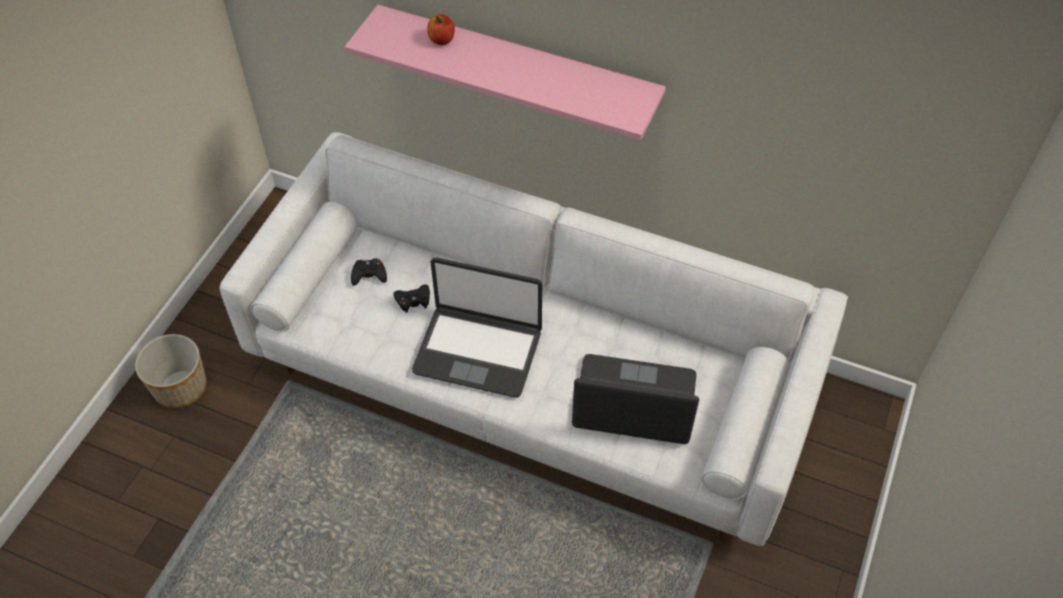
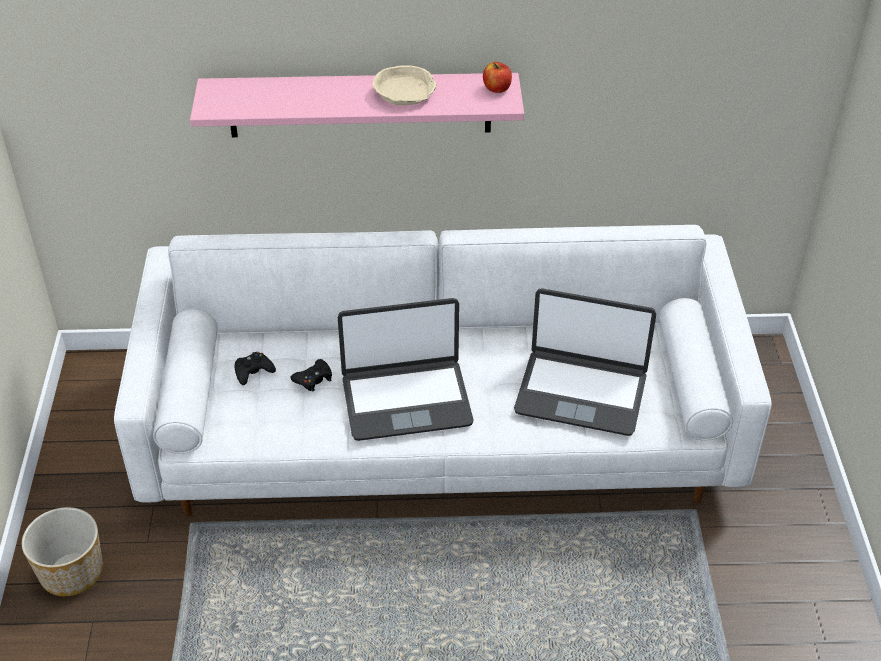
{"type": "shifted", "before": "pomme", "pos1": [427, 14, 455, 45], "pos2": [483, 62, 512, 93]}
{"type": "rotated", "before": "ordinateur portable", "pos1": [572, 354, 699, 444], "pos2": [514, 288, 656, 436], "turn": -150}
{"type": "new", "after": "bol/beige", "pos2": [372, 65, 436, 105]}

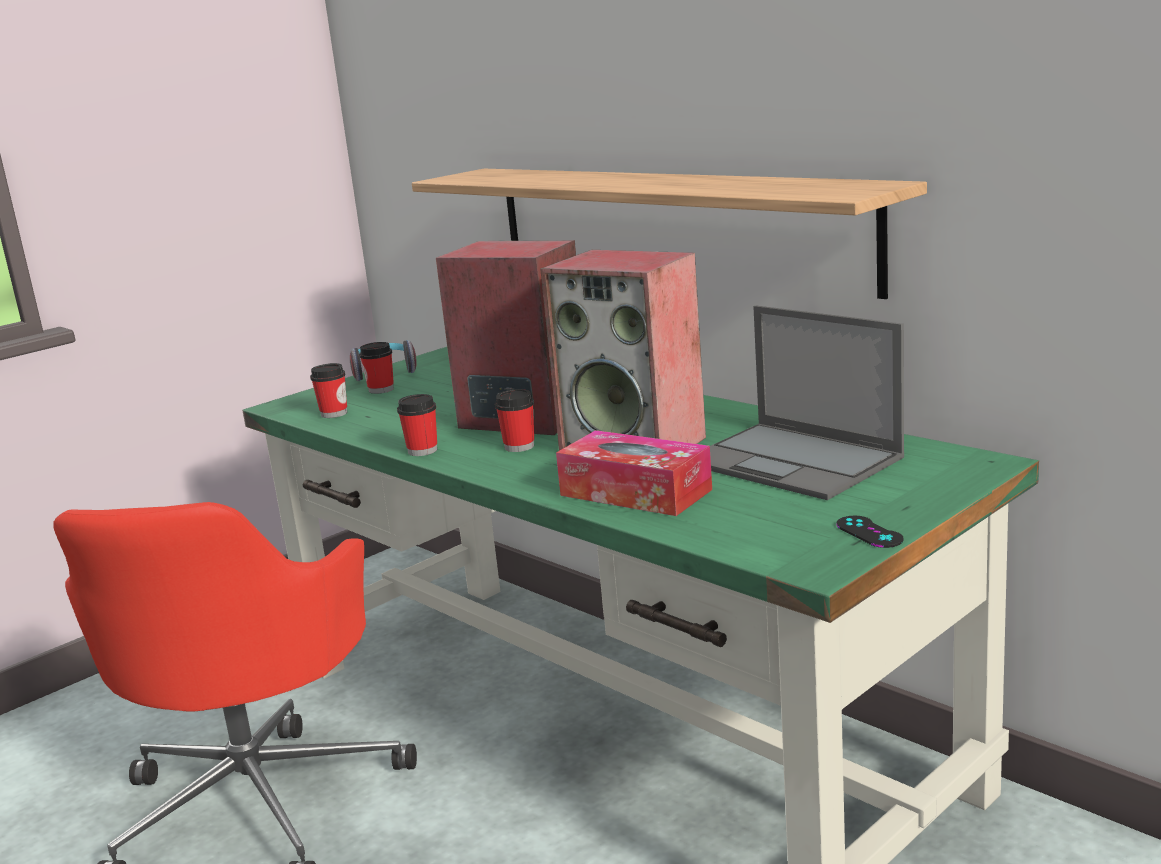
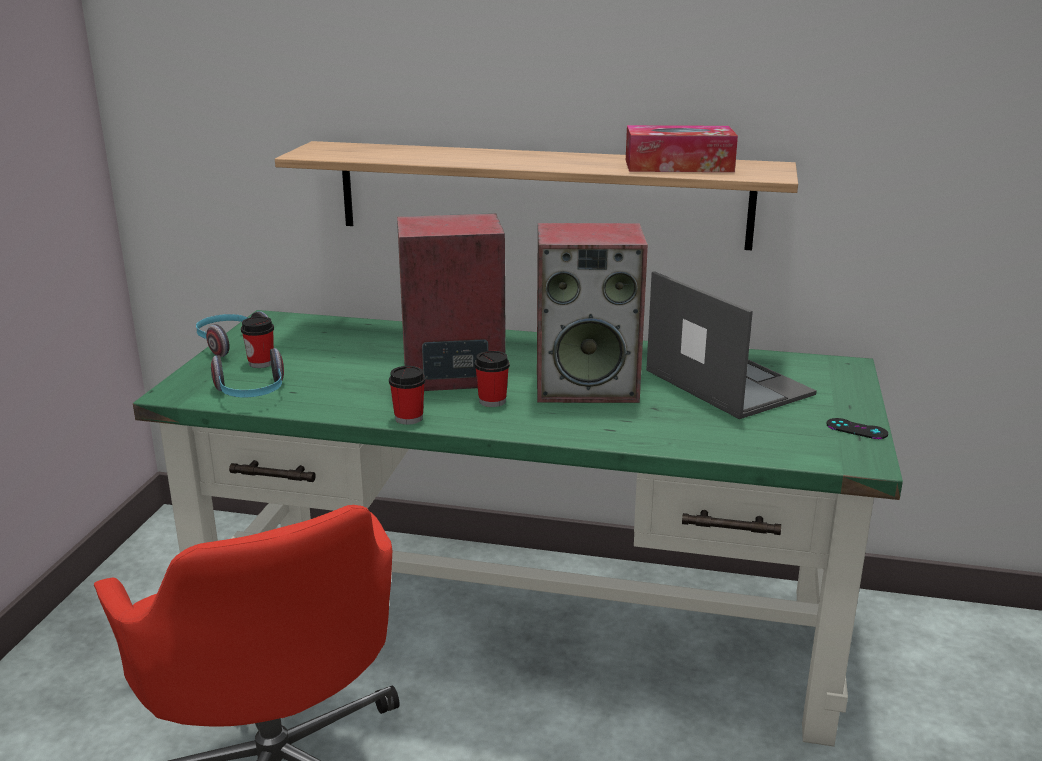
{"type": "rotated", "before": "ordinateur portable", "pos1": [710, 306, 904, 500], "pos2": [646, 271, 817, 419], "turn": -135}
{"type": "swapped", "before": "tasse", "after": "casque audio", "pos1": [310, 363, 347, 418], "pos2": [211, 348, 284, 397]}
{"type": "shifted", "before": "boîte à mouchoirs", "pos1": [556, 430, 712, 516], "pos2": [626, 125, 738, 172]}

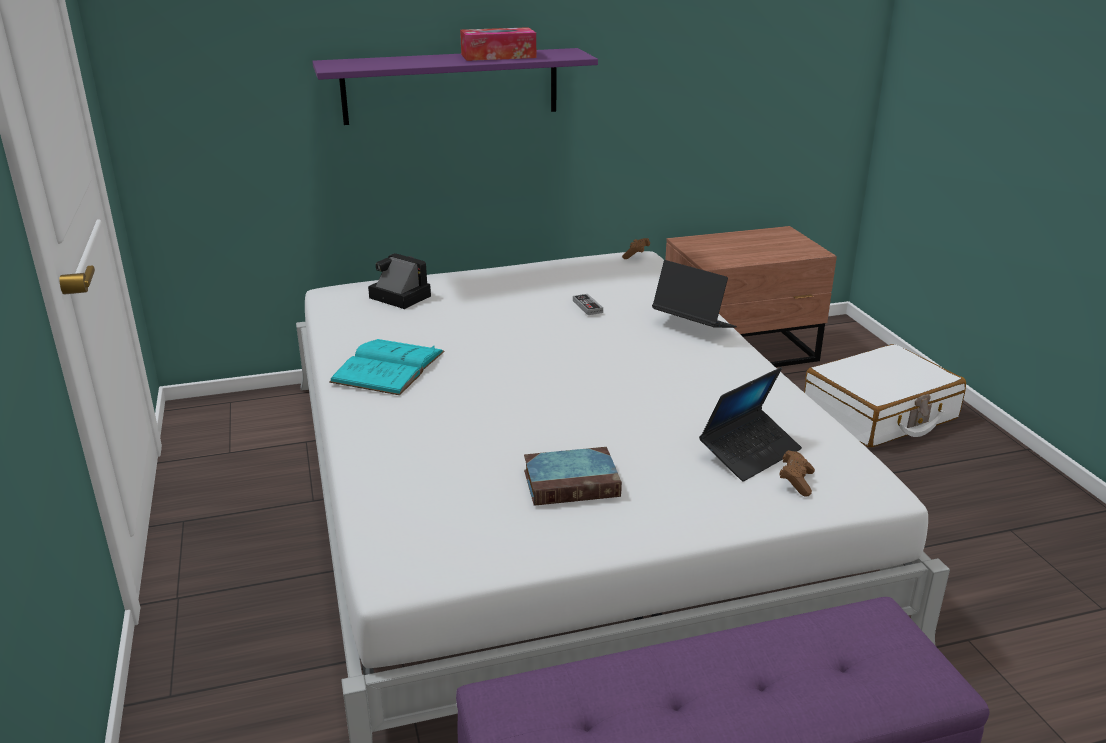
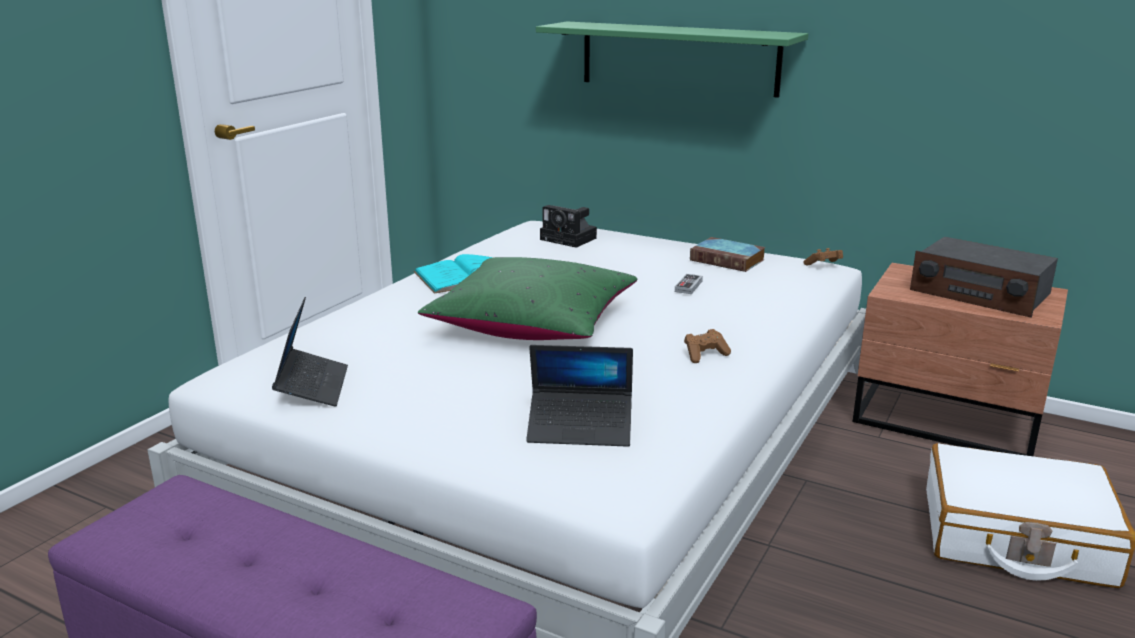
{"type": "gone", "before": "boîte à mouchoirs", "pos1": [460, 27, 536, 61]}
{"type": "repainted", "before": "étagère/violet", "after": "étagère/vert", "pos1": [312, 48, 598, 125], "pos2": [536, 22, 808, 98]}
{"type": "rotated", "before": "appareil photo", "pos1": [368, 253, 431, 309], "pos2": [540, 205, 597, 248], "turn": 135}
{"type": "shifted", "before": "ordinateur portable", "pos1": [652, 260, 737, 328], "pos2": [272, 297, 348, 407]}
{"type": "shifted", "before": "livre", "pos1": [524, 447, 622, 506], "pos2": [690, 237, 766, 272]}
{"type": "shifted", "before": "manette/marron", "pos1": [779, 450, 815, 497], "pos2": [684, 329, 731, 363]}
{"type": "new", "after": "radio", "pos2": [910, 237, 1058, 318]}
{"type": "new", "after": "coussin/vert", "pos2": [418, 257, 637, 340]}

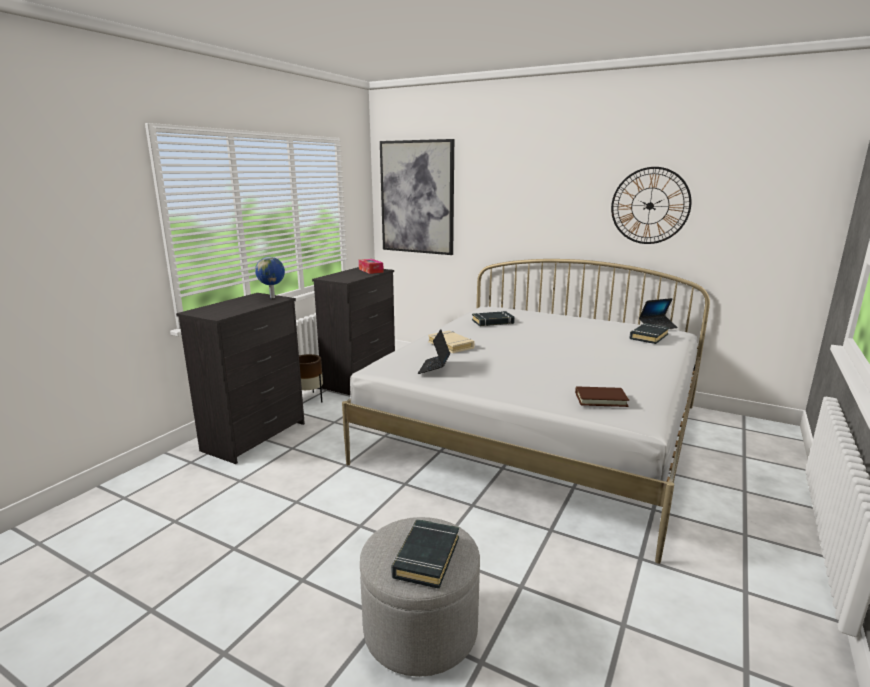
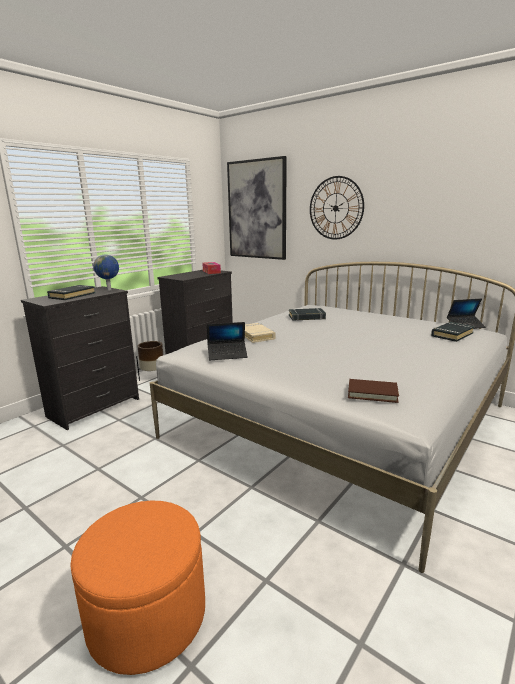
{"type": "shifted", "before": "horloge murale", "pos1": [611, 167, 692, 244], "pos2": [310, 176, 364, 240]}
{"type": "rotated", "before": "ordinateur portable", "pos1": [418, 329, 450, 374], "pos2": [207, 322, 248, 360], "turn": -120}
{"type": "repainted", "before": "pouf/gris", "after": "pouf/orange", "pos1": [360, 517, 480, 677], "pos2": [70, 500, 205, 675]}
{"type": "shifted", "before": "livre/noir", "pos1": [391, 519, 459, 589], "pos2": [47, 285, 96, 300]}

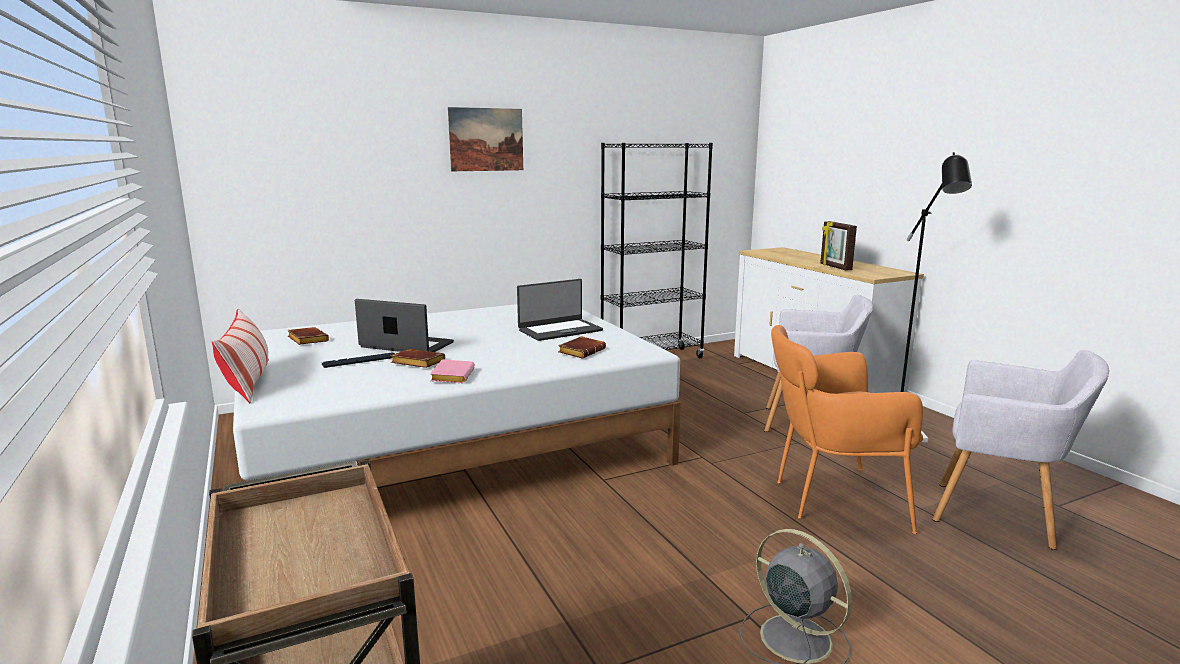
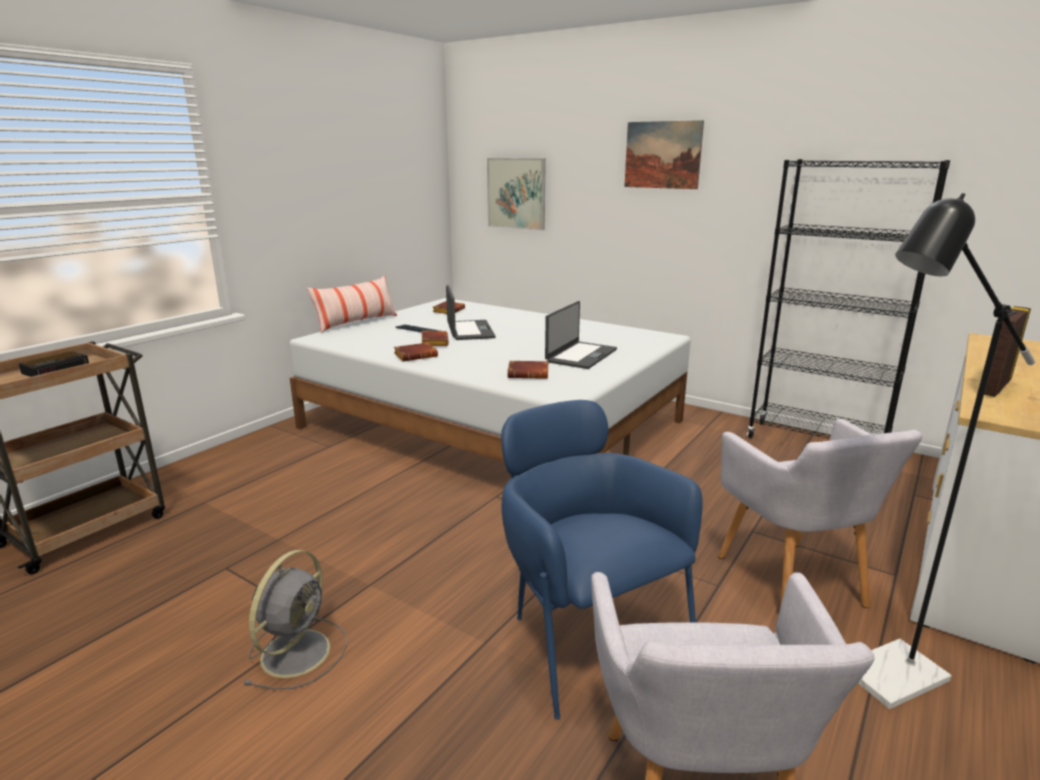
{"type": "rotated", "before": "ordinateur portable", "pos1": [517, 279, 603, 341], "pos2": [545, 301, 617, 369], "turn": -90}
{"type": "repainted", "before": "fauteuil/orange", "after": "fauteuil/bleu", "pos1": [771, 325, 923, 534], "pos2": [501, 400, 703, 719]}
{"type": "repainted", "before": "livre/rose", "after": "livre/marron", "pos1": [430, 360, 475, 383], "pos2": [394, 342, 438, 361]}
{"type": "new", "after": "tableau", "pos2": [487, 158, 546, 230]}
{"type": "new", "after": "réveil", "pos2": [19, 351, 89, 377]}

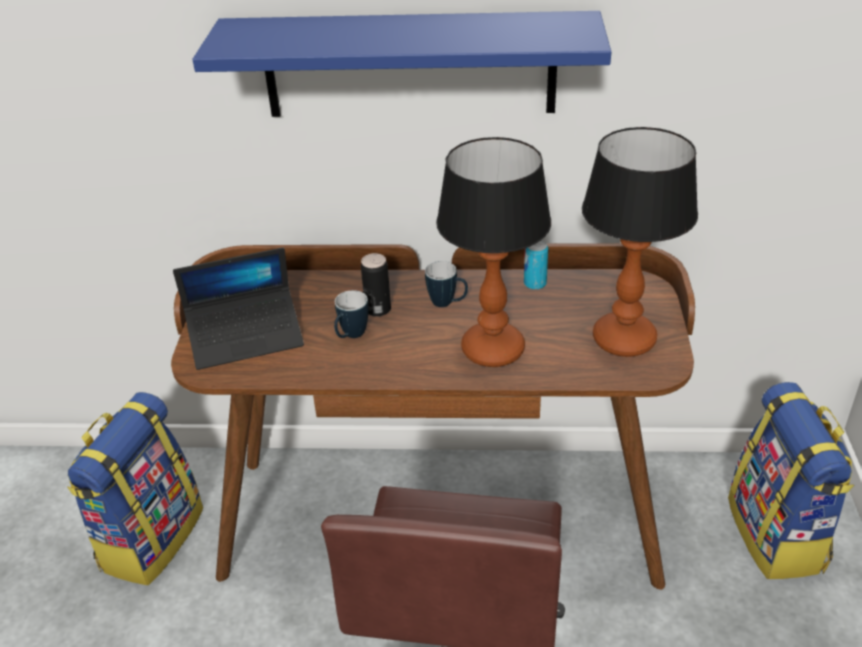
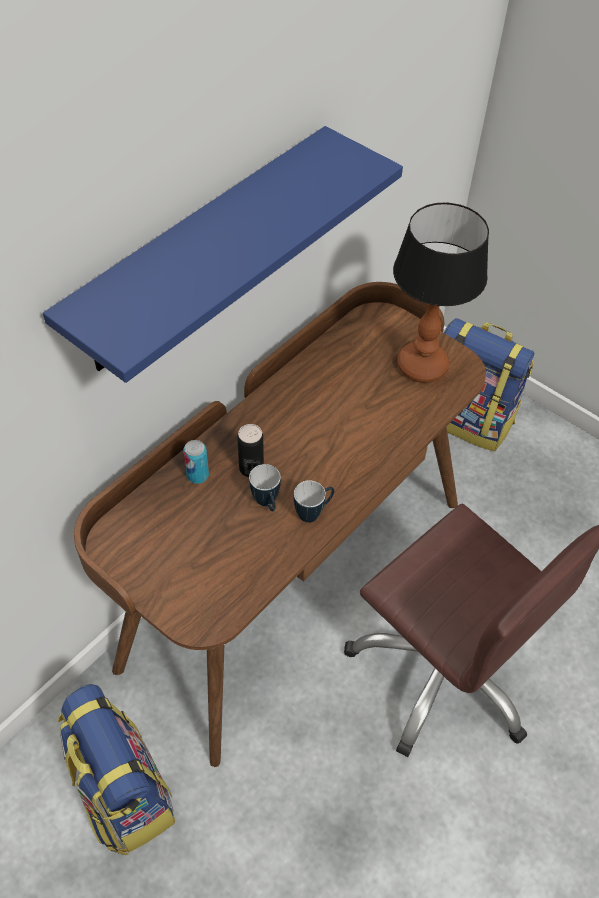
{"type": "gone", "before": "lampe de table", "pos1": [436, 137, 551, 367]}
{"type": "shifted", "before": "boîte métallique", "pos1": [524, 240, 548, 290], "pos2": [183, 440, 209, 484]}
{"type": "gone", "before": "ordinateur portable", "pos1": [173, 247, 304, 370]}
{"type": "shifted", "before": "mug", "pos1": [425, 261, 468, 307], "pos2": [294, 480, 334, 523]}

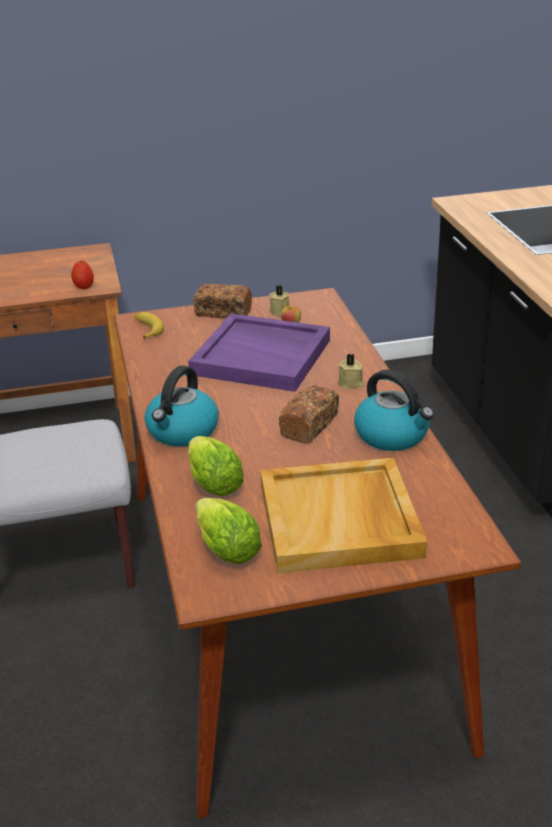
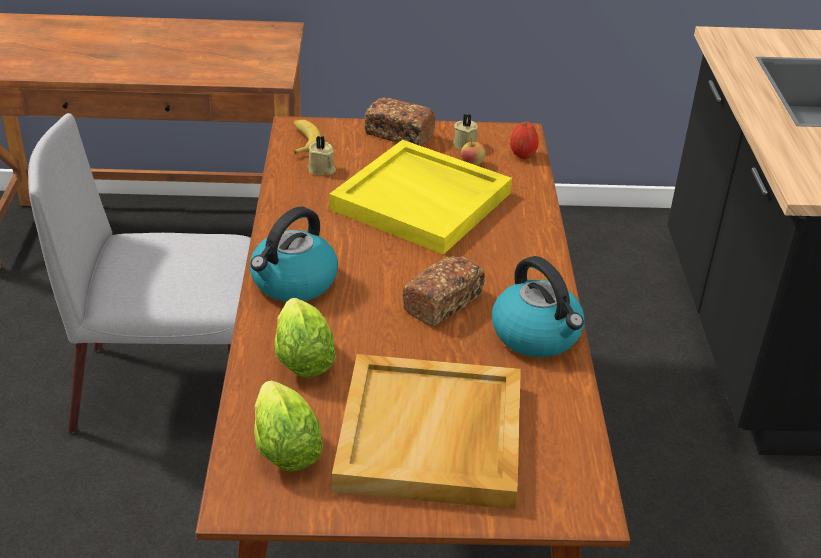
{"type": "shifted", "before": "pomme", "pos1": [71, 260, 94, 289], "pos2": [510, 122, 539, 159]}
{"type": "repainted", "before": "plateau/violet", "after": "plateau/jaune", "pos1": [188, 314, 330, 392], "pos2": [329, 140, 512, 255]}
{"type": "shifted", "before": "bougie/beige", "pos1": [338, 354, 365, 389], "pos2": [308, 136, 336, 175]}

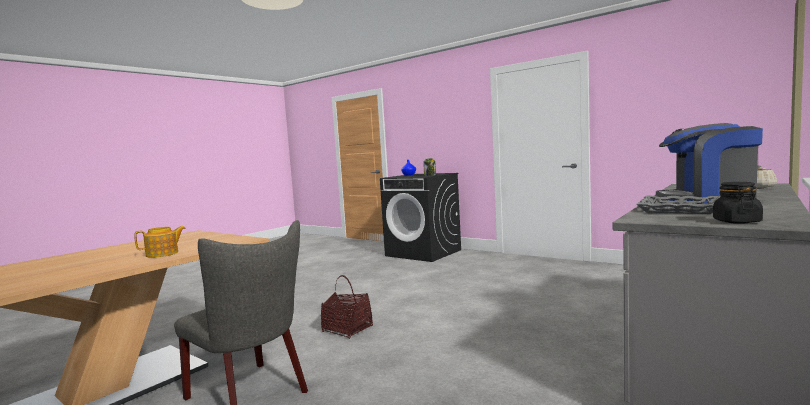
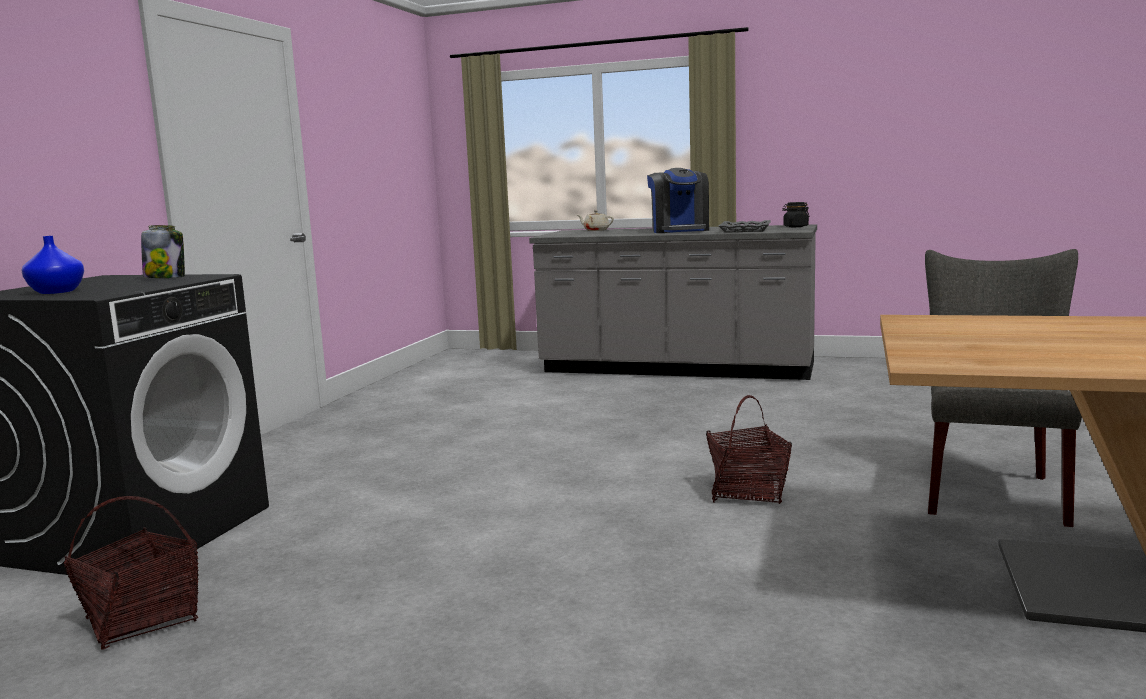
{"type": "gone", "before": "théière", "pos1": [134, 226, 186, 258]}
{"type": "new", "after": "panier", "pos2": [64, 496, 199, 650]}

